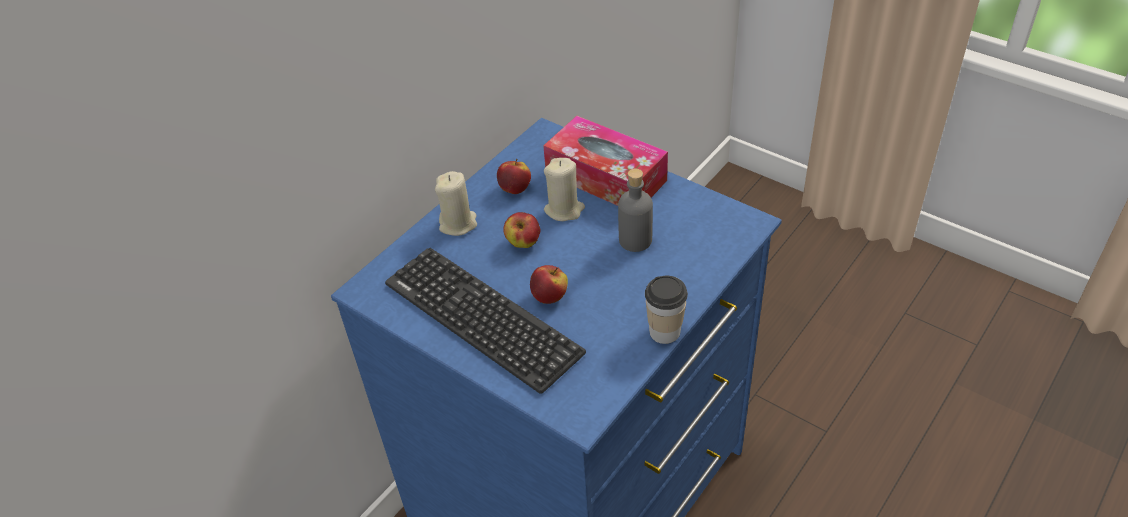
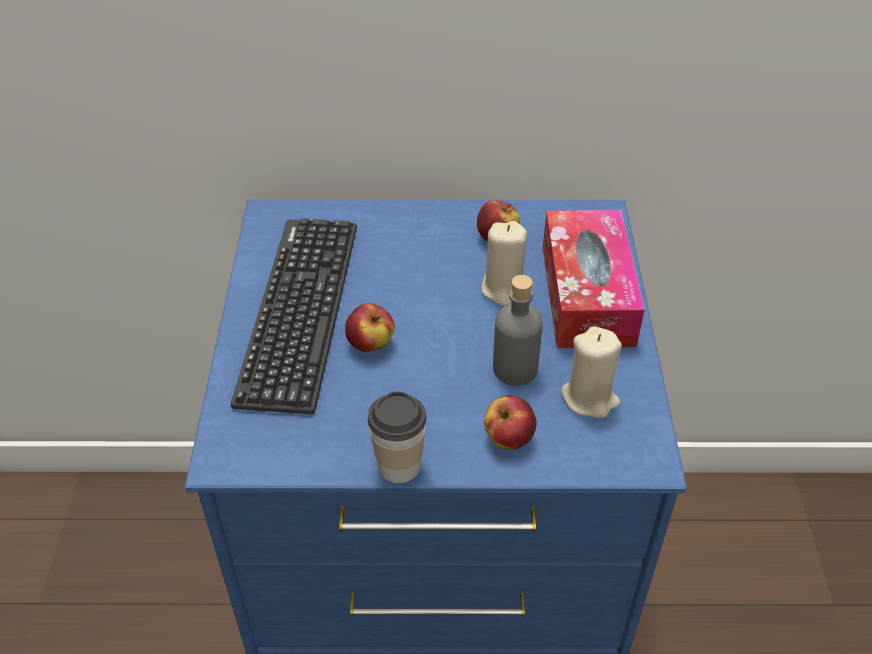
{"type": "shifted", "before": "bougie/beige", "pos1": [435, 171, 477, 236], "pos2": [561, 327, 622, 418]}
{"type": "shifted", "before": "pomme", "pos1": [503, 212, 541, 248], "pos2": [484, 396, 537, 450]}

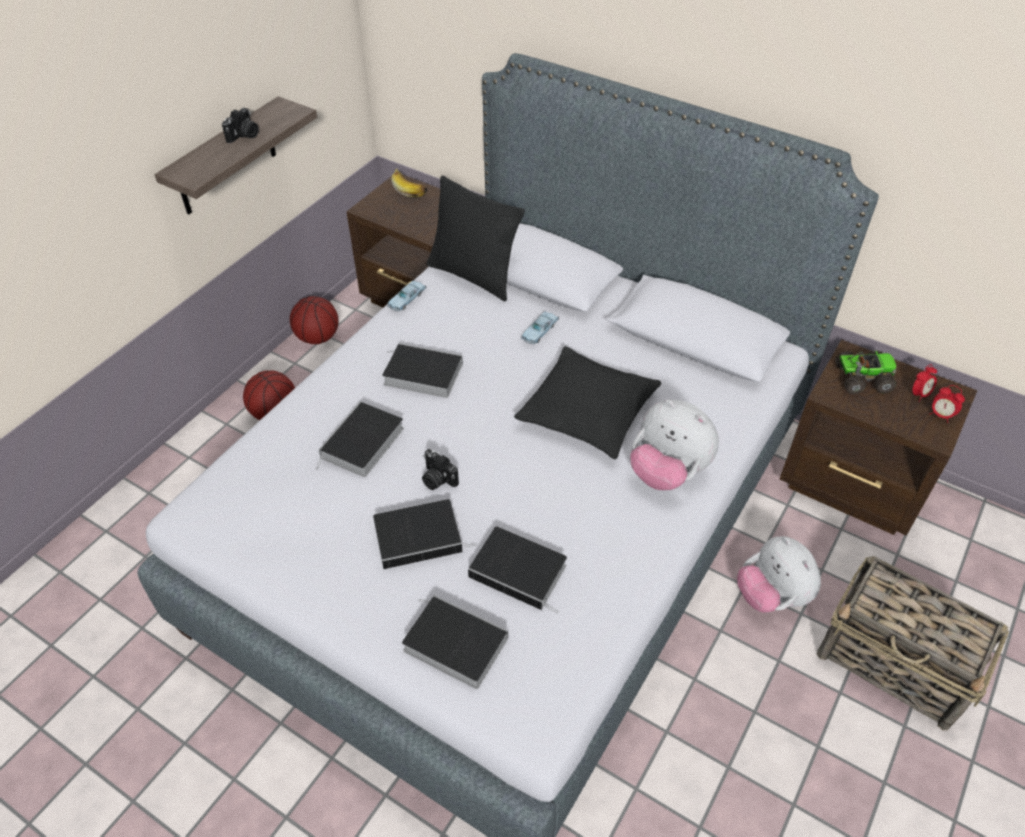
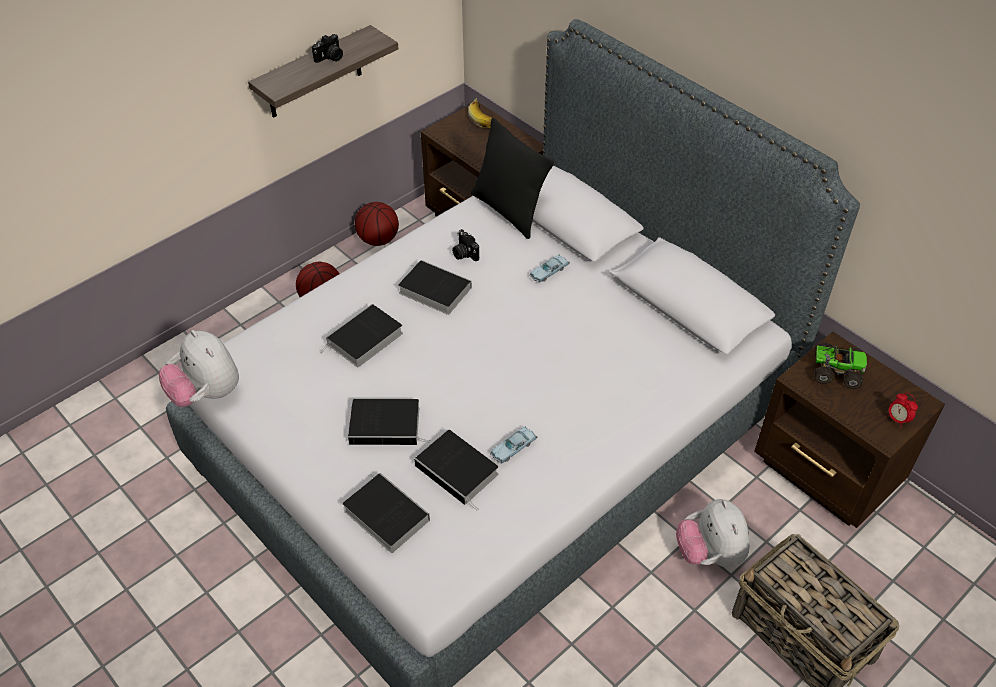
{"type": "shifted", "before": "petite voiture/bleu", "pos1": [387, 280, 427, 312], "pos2": [490, 426, 538, 464]}
{"type": "gone", "before": "coussin/noir", "pos1": [514, 346, 661, 459]}
{"type": "gone", "before": "réveil", "pos1": [912, 364, 937, 402]}
{"type": "shifted", "before": "peluche", "pos1": [630, 400, 719, 490], "pos2": [159, 330, 239, 407]}
{"type": "shifted", "before": "appareil photo", "pos1": [422, 449, 459, 490], "pos2": [452, 229, 479, 261]}

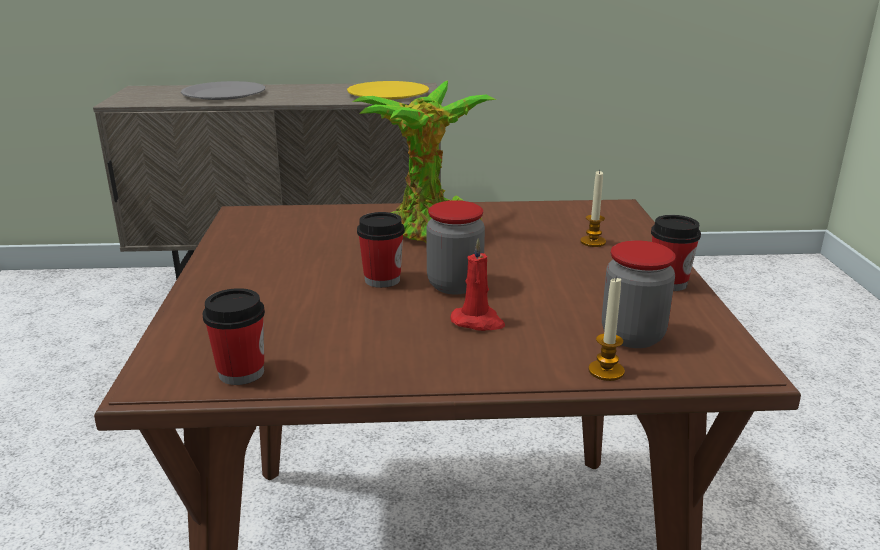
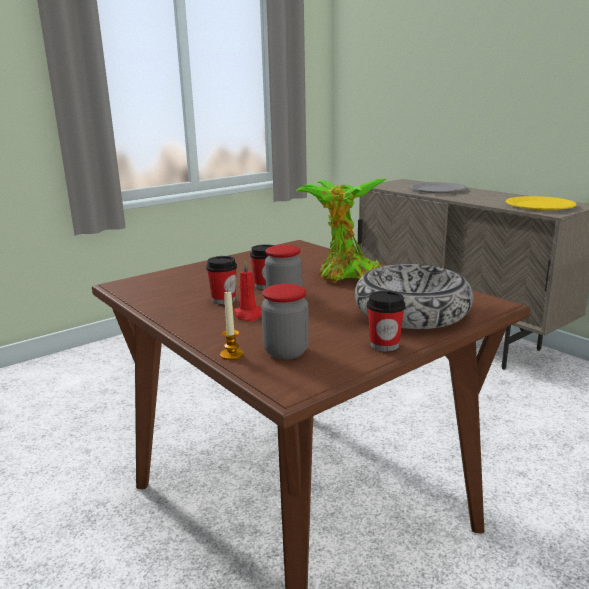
{"type": "swapped", "before": "bougie", "after": "bol", "pos1": [580, 171, 606, 247], "pos2": [355, 264, 473, 329]}
{"type": "shifted", "before": "tasse", "pos1": [203, 288, 265, 385], "pos2": [206, 256, 237, 304]}

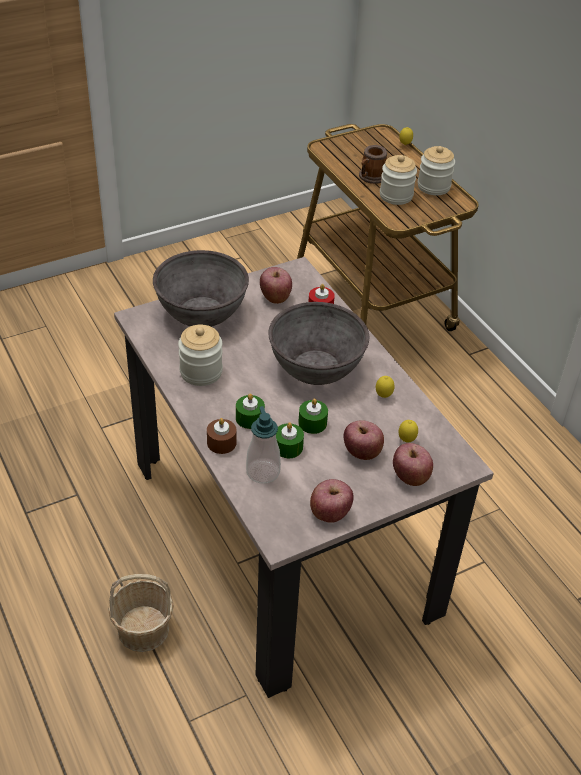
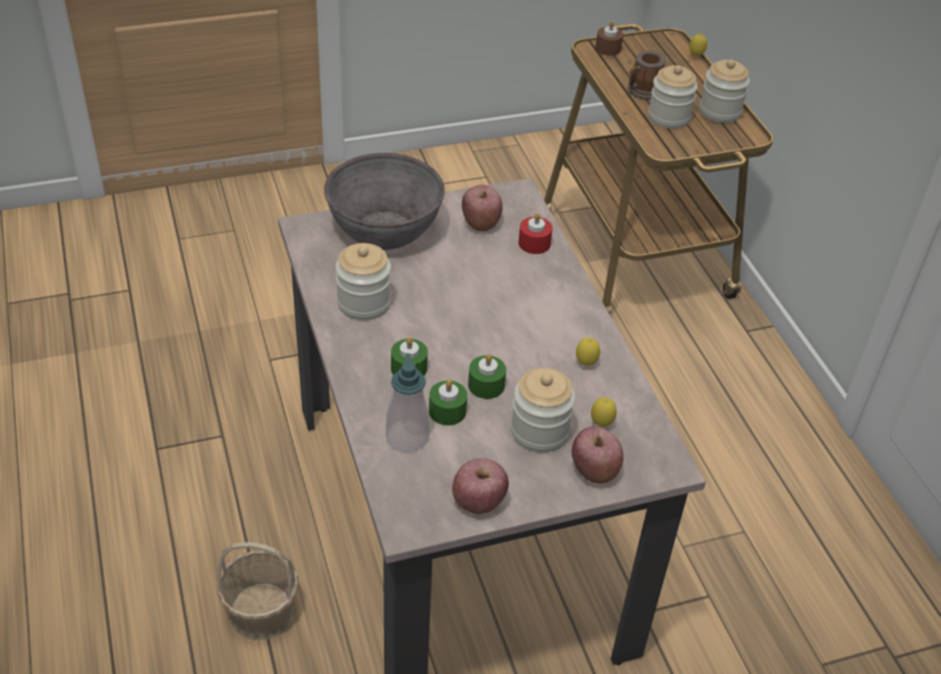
{"type": "gone", "before": "bol/gris", "pos1": [268, 302, 369, 385]}
{"type": "shifted", "before": "bougie/marron", "pos1": [207, 418, 236, 454], "pos2": [595, 21, 623, 56]}
{"type": "swapped", "before": "pomme", "after": "bocal", "pos1": [343, 420, 384, 460], "pos2": [511, 368, 575, 452]}

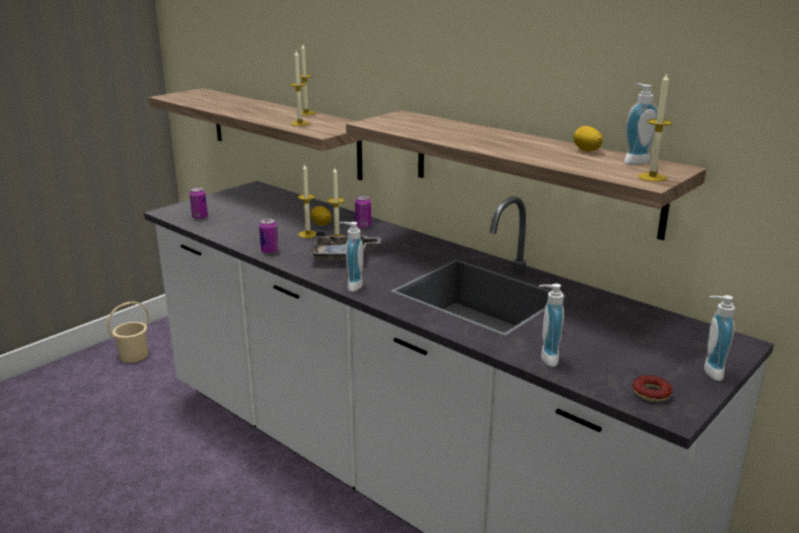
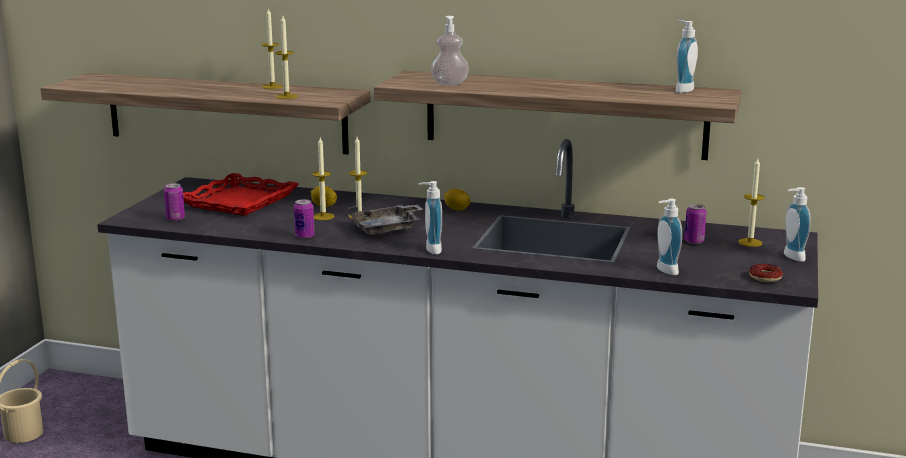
{"type": "shifted", "before": "bougie", "pos1": [638, 73, 672, 182], "pos2": [738, 158, 765, 247]}
{"type": "shifted", "before": "citron", "pos1": [574, 126, 603, 152], "pos2": [444, 189, 470, 211]}
{"type": "shifted", "before": "boîte métallique", "pos1": [355, 196, 371, 228], "pos2": [684, 204, 706, 244]}
{"type": "new", "after": "distributeur de savon", "pos2": [431, 16, 469, 85]}
{"type": "new", "after": "plateau/rouge", "pos2": [183, 173, 299, 216]}

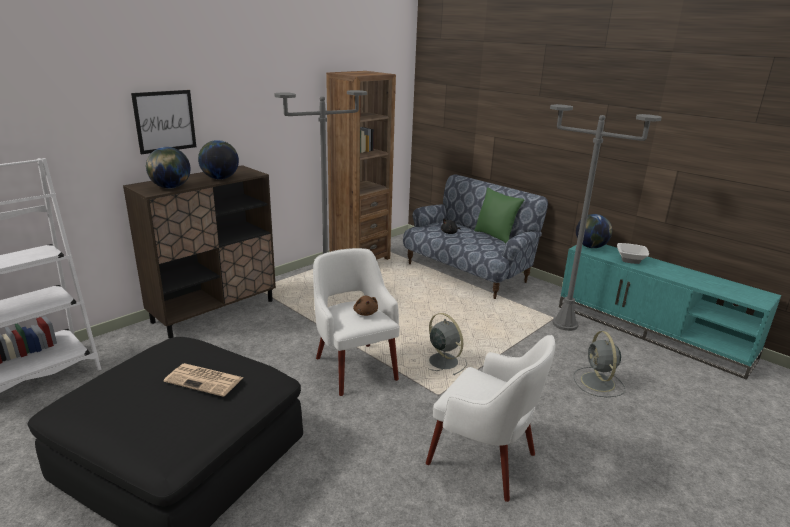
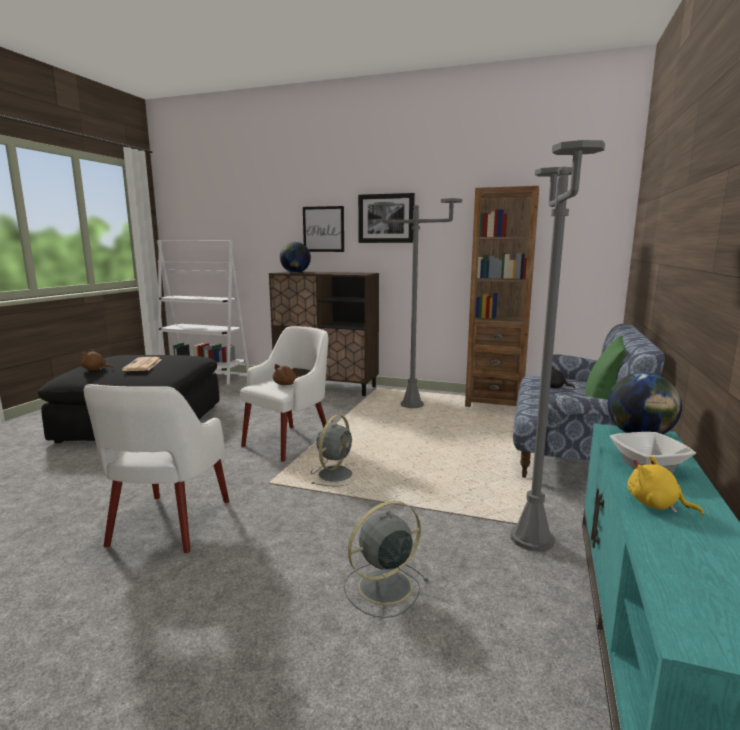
{"type": "gone", "before": "globe", "pos1": [198, 140, 239, 179]}
{"type": "new", "after": "tableau", "pos2": [358, 193, 415, 243]}
{"type": "new", "after": "peluche/marron", "pos2": [81, 349, 113, 370]}
{"type": "new", "after": "peluche/jaune", "pos2": [627, 456, 704, 516]}

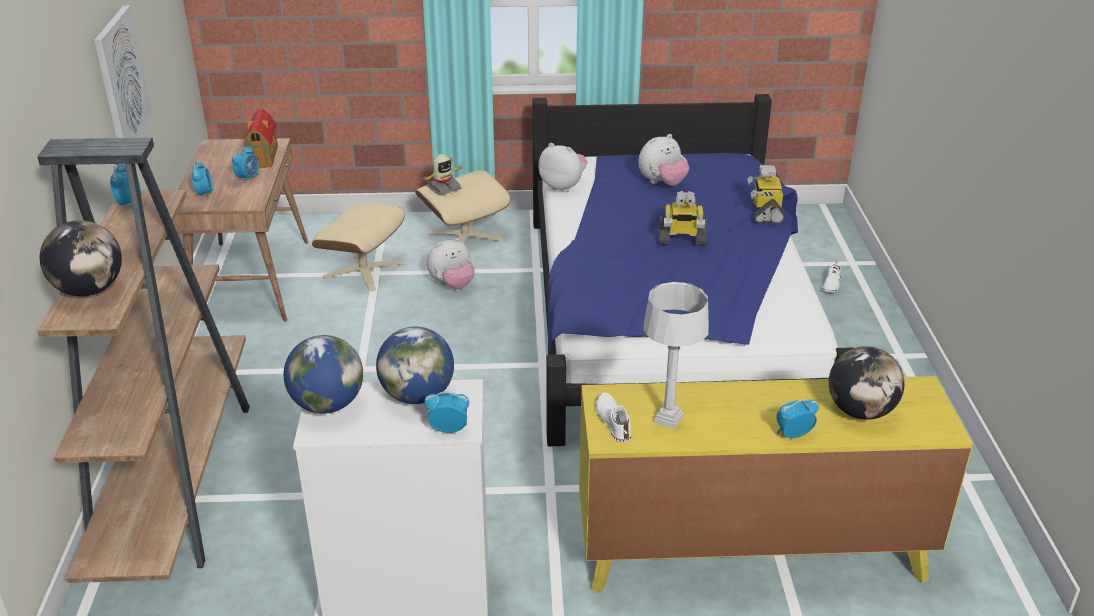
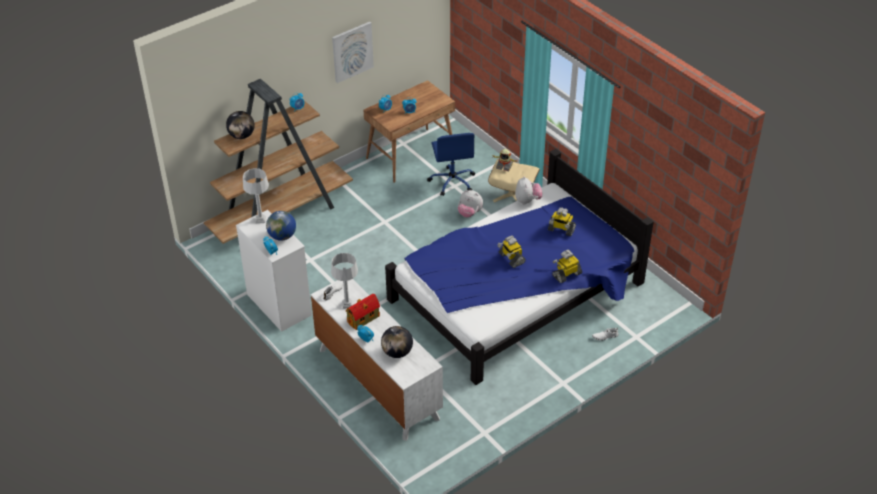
{"type": "shifted", "before": "maison miniature", "pos1": [243, 109, 278, 168], "pos2": [346, 293, 380, 330]}
{"type": "swapped", "before": "peluche", "after": "robot jouet", "pos1": [638, 134, 689, 186], "pos2": [548, 207, 576, 236]}
{"type": "swapped", "before": "pouf/beige", "after": "chaise de bureau/bleu", "pos1": [312, 203, 405, 291], "pos2": [427, 133, 475, 196]}
{"type": "swapped", "before": "globe", "after": "lampe de table/gris", "pos1": [284, 335, 363, 413], "pos2": [243, 168, 269, 223]}
{"type": "repainted", "before": "commode/jaune", "after": "commode/blanc", "pos1": [579, 376, 973, 593], "pos2": [311, 279, 443, 441]}

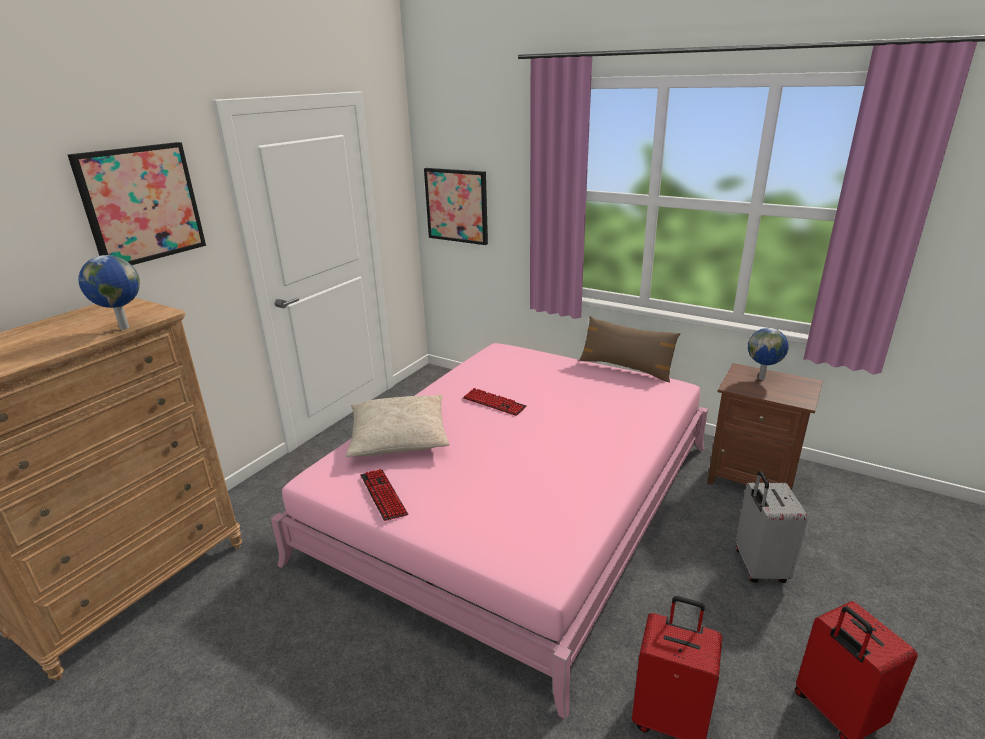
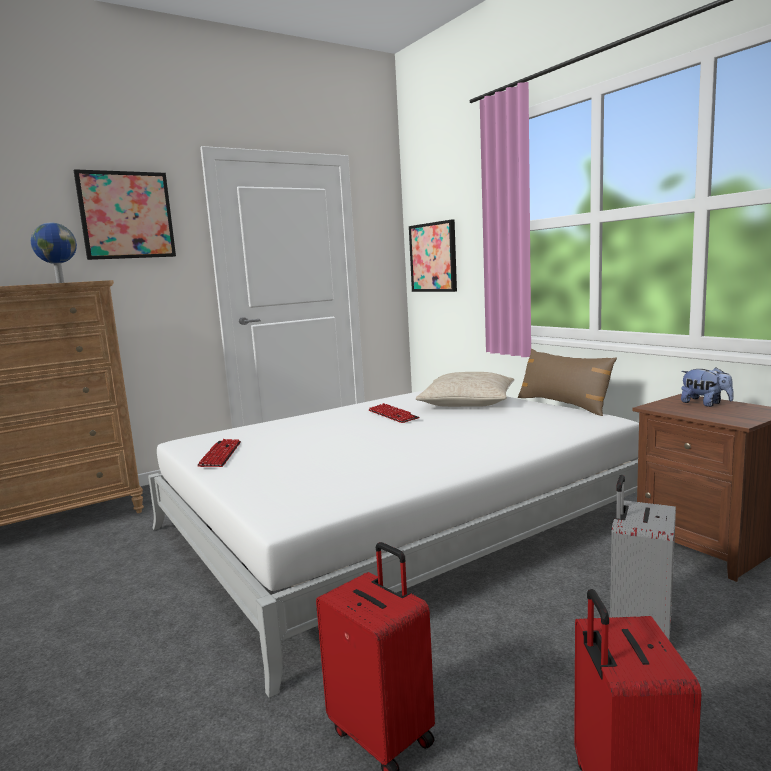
{"type": "swapped", "before": "globe", "after": "peluche", "pos1": [748, 328, 789, 380], "pos2": [681, 367, 734, 407]}
{"type": "repainted", "before": "lit/rose", "after": "lit/blanc", "pos1": [271, 343, 708, 719], "pos2": [148, 391, 639, 698]}
{"type": "shifted", "before": "coussin/beige", "pos1": [346, 395, 449, 457], "pos2": [415, 372, 514, 407]}

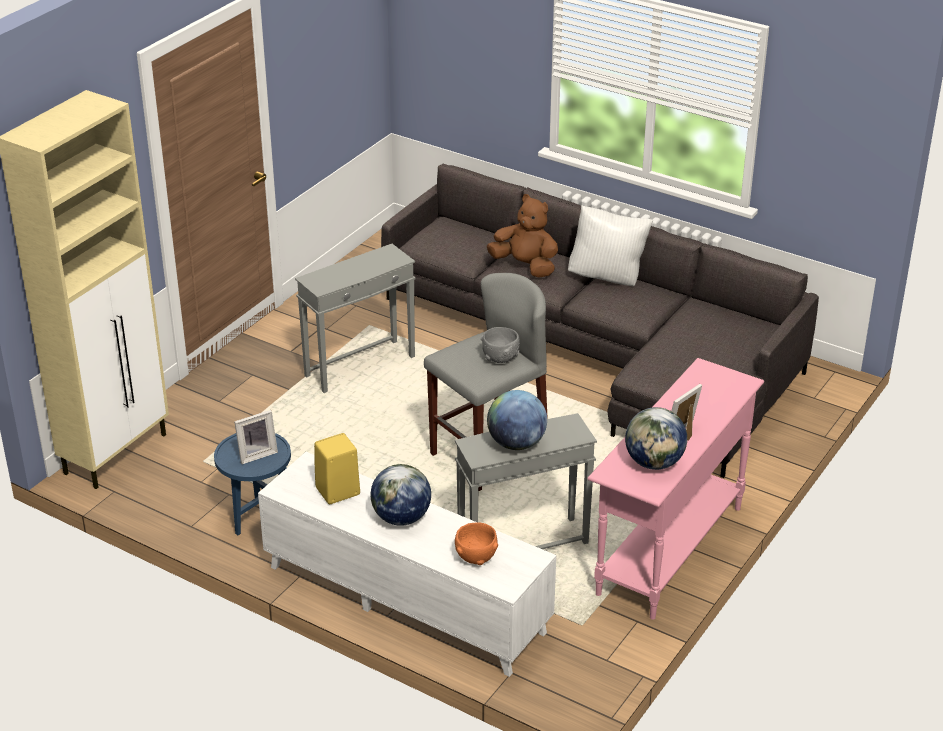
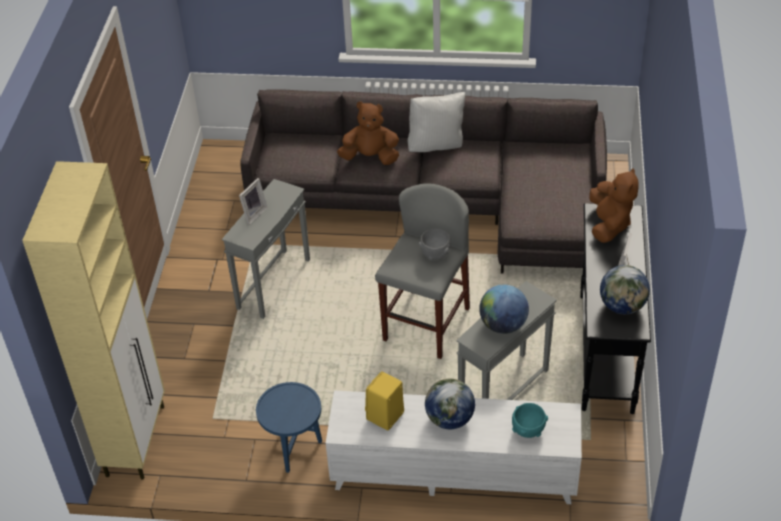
{"type": "repainted", "before": "table console/rose", "after": "table console/noir", "pos1": [587, 358, 764, 620], "pos2": [580, 203, 651, 414]}
{"type": "shifted", "before": "cadre photo", "pos1": [234, 410, 278, 464], "pos2": [239, 178, 268, 225]}
{"type": "repainted", "before": "bol/orange", "after": "bol/turquoise", "pos1": [455, 522, 498, 565], "pos2": [512, 403, 548, 438]}
{"type": "new", "after": "peluche/marron", "pos2": [589, 168, 638, 243]}

